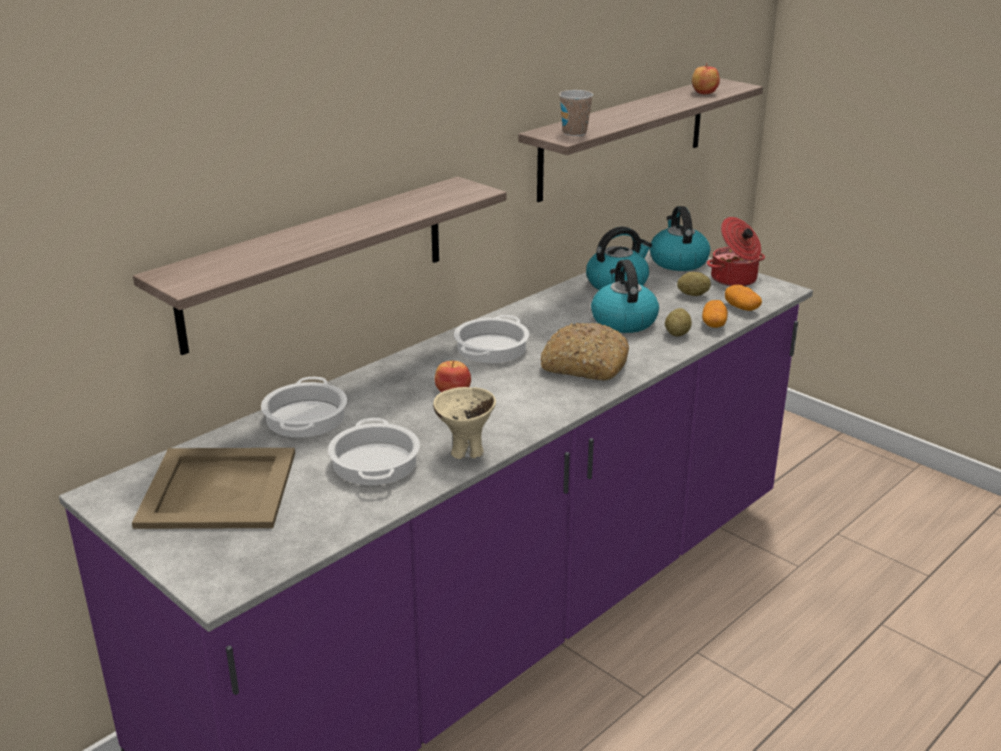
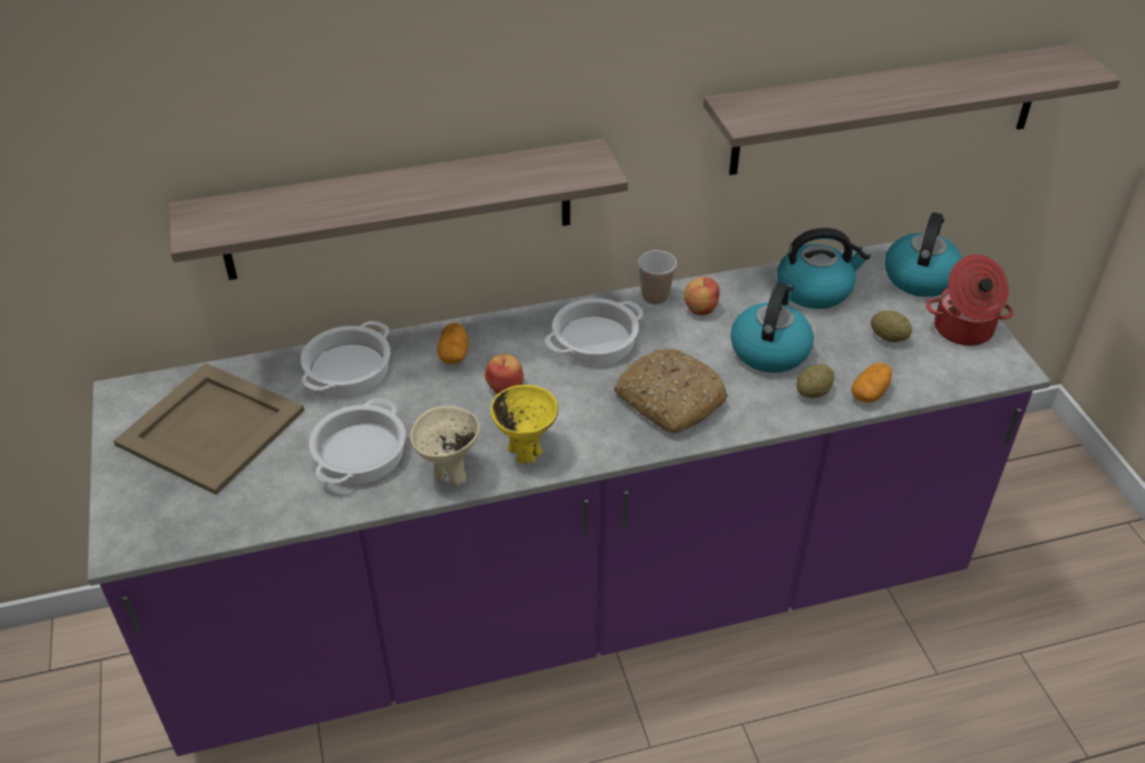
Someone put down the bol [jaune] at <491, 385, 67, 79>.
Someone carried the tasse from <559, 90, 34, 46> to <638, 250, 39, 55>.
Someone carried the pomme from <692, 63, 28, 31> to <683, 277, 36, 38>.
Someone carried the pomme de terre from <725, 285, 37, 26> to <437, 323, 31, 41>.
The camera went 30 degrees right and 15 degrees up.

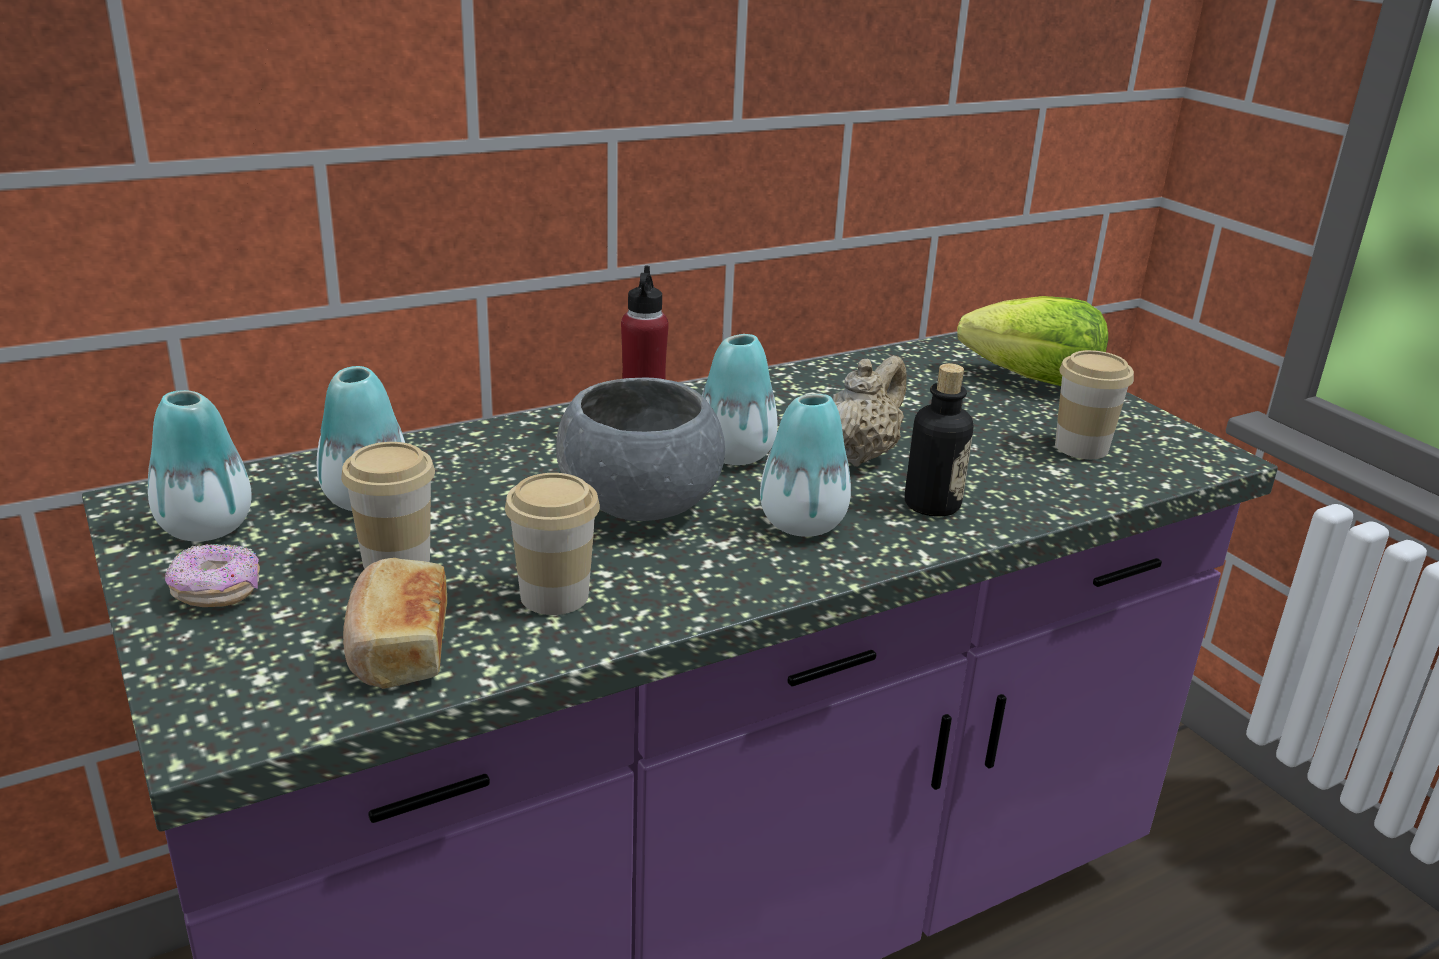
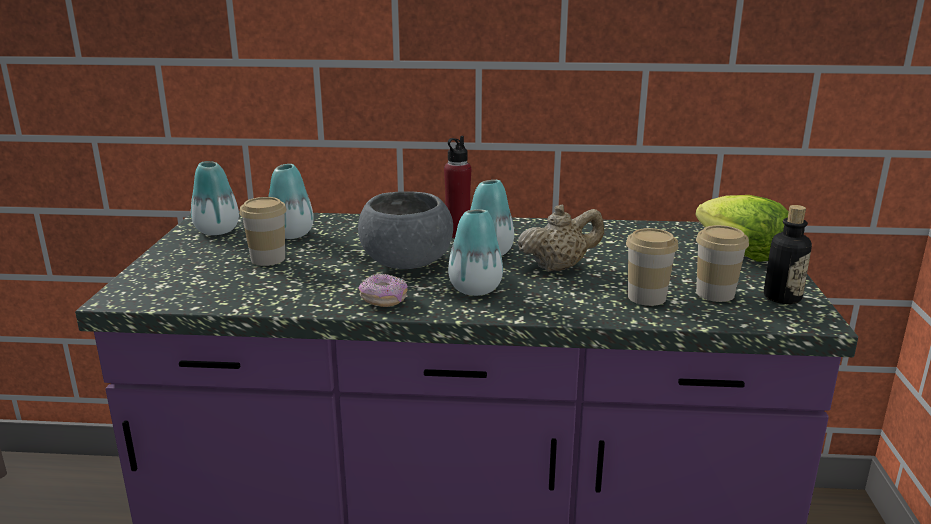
Someone took away the pain at <343, 558, 104, 131>.
Someone carried the beignet from <165, 544, 95, 63> to <359, 273, 49, 34>.
Someone carried the tasse from <505, 473, 95, 142> to <626, 228, 52, 78>.
Someone carried the bouteille from <905, 363, 68, 154> to <764, 205, 48, 99>.
The camera went 35 degrees right and 5 degrees down.

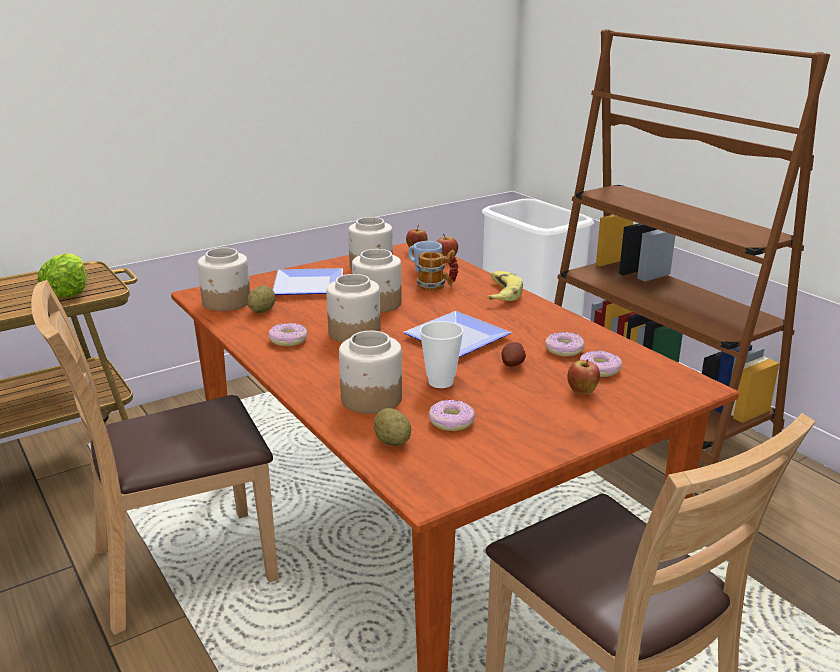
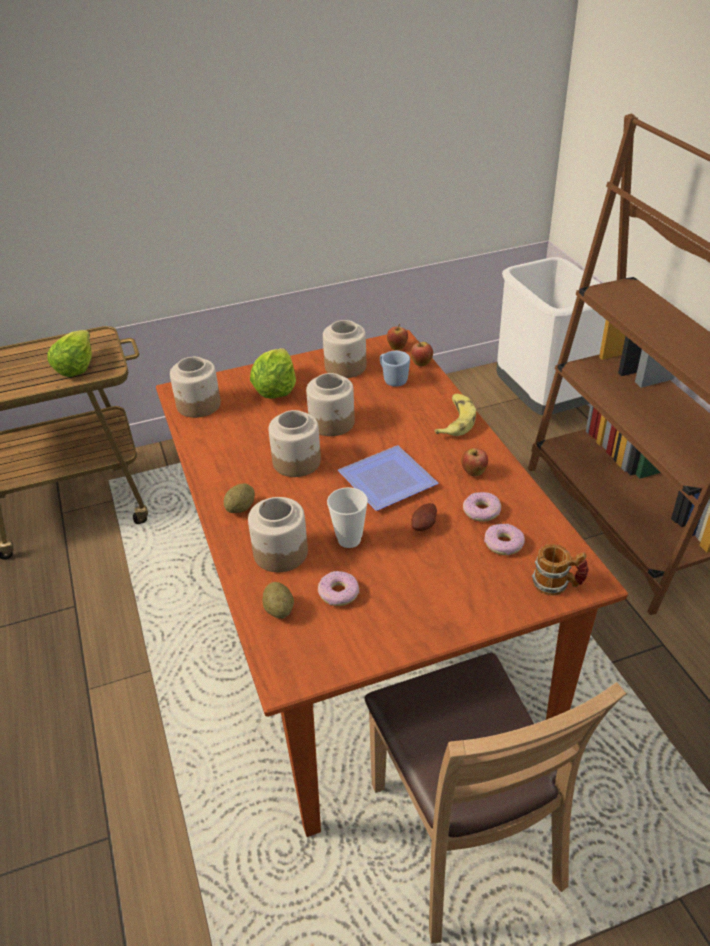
Someone took away the chaise [marron] at <31, 280, 248, 355>.
Someone took away the beignet at <269, 323, 39, 23>.
Someone carried the pomme de terre from <247, 285, 28, 28> to <224, 484, 31, 29>.
Someone carried the mug from <416, 250, 42, 41> to <532, 544, 57, 52>.
Someone carried the pomme from <567, 359, 33, 35> to <461, 448, 27, 28>.
Someone swapped the assiette at <273, 268, 70, 27> for the laitue at <250, 348, 46, 51>.
The camera went 15 degrees right and 15 degrees up.

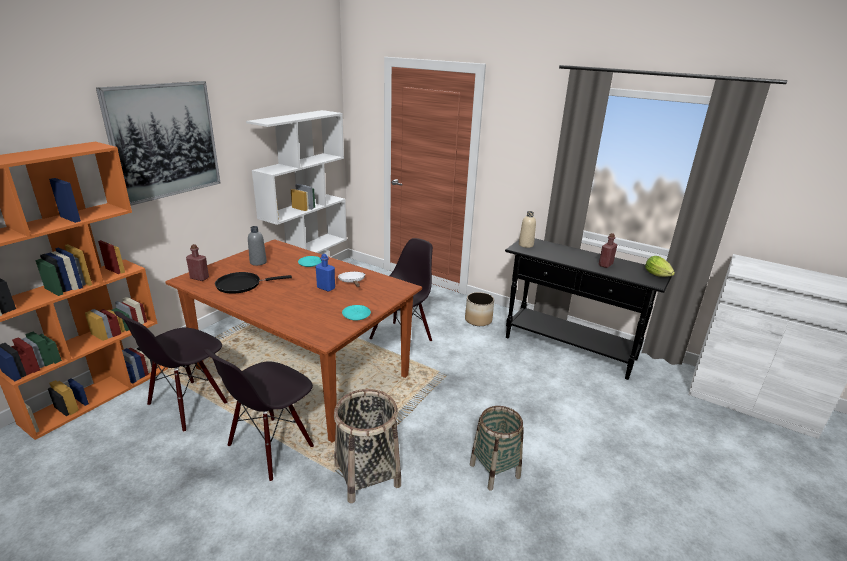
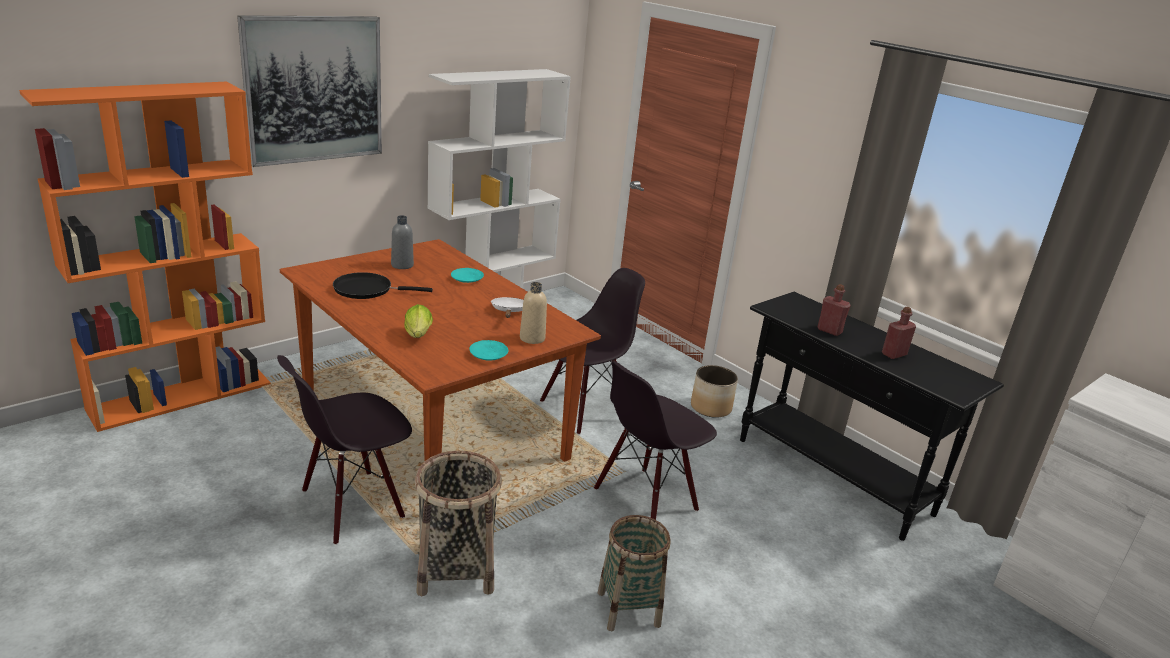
Someone took away the bouteille [bleu] at <315, 254, 20, 38>.
Someone carried the chaise [noir] from <114, 311, 114, 121> to <594, 361, 123, 159>.
Someone carried the bouteille [rouge] from <186, 244, 23, 37> to <817, 284, 33, 52>.
Someone carried the bouteille [beige] from <519, 211, 17, 37> to <520, 282, 27, 62>.
Someone carried the laitue from <645, 256, 30, 21> to <404, 304, 29, 34>.
The camera went 15 degrees right and 0 degrees up.

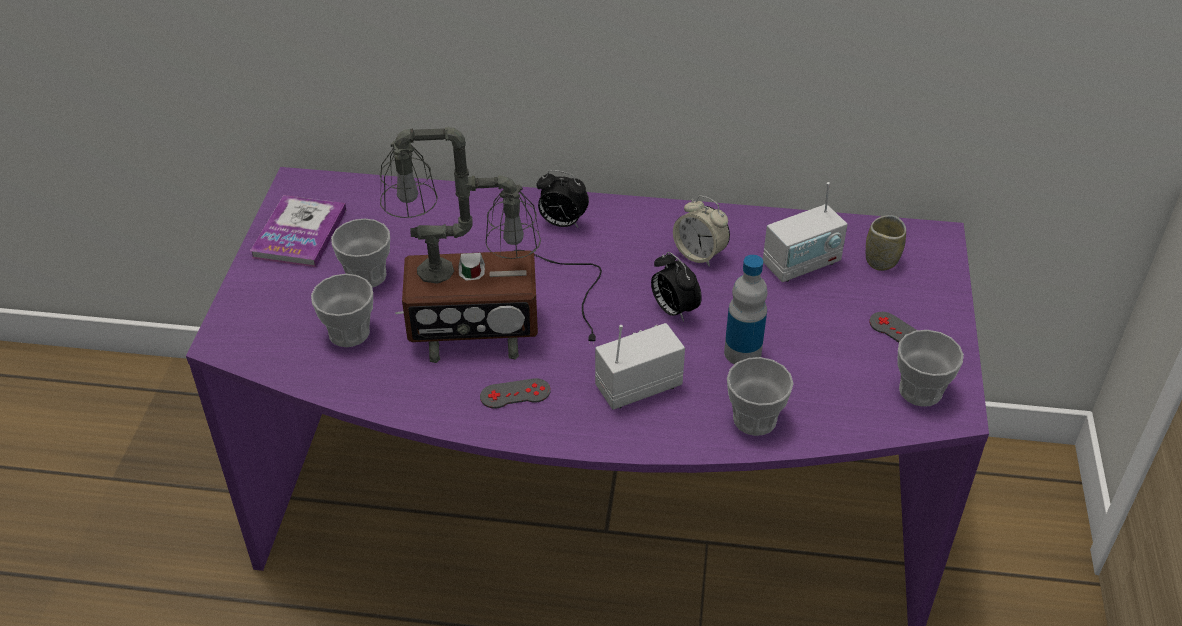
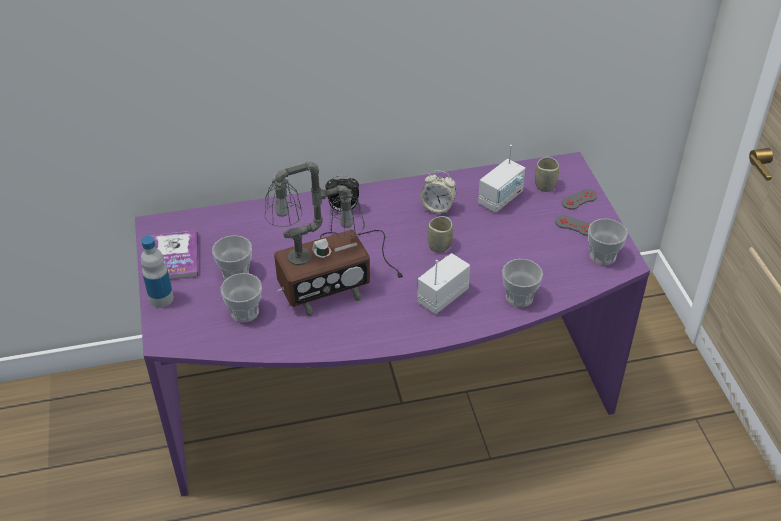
Someone carried the manette [gris] from <480, 378, 71, 31> to <562, 189, 36, 20>.
Someone carried the bouteille from <724, 255, 44, 110> to <141, 236, 33, 72>.
Someone swapped the réveil at <651, 252, 51, 70> for the tasse at <427, 216, 26, 37>.
The camera went 20 degrees left and 0 degrees up.

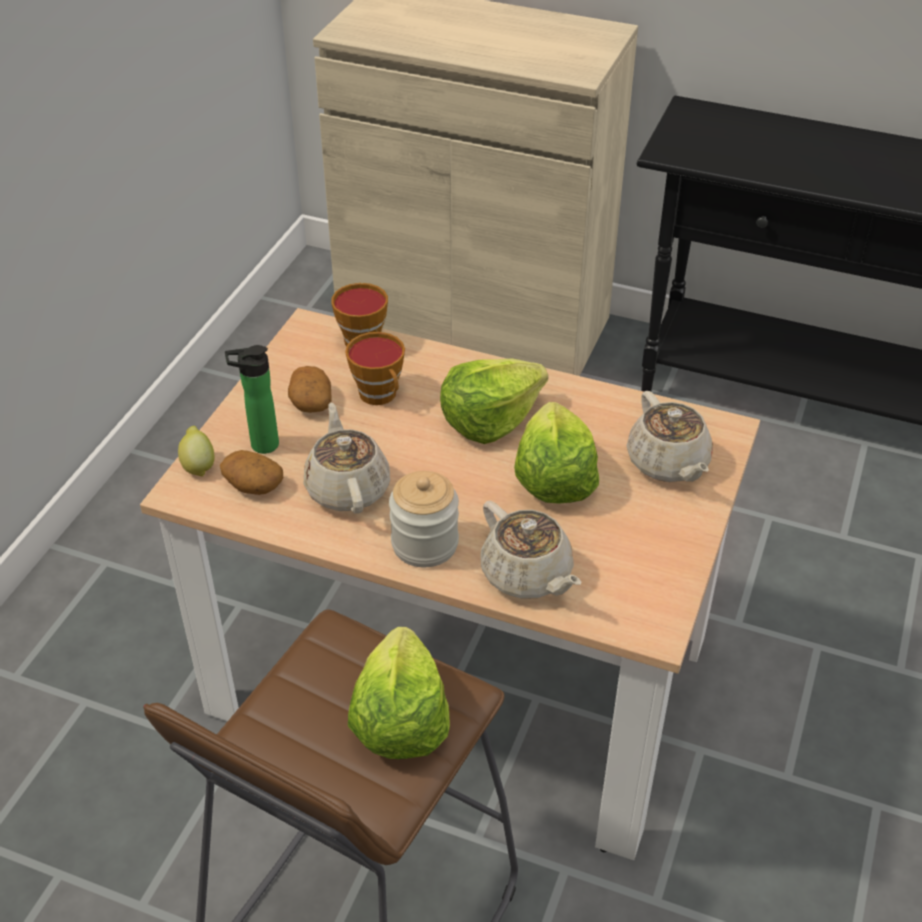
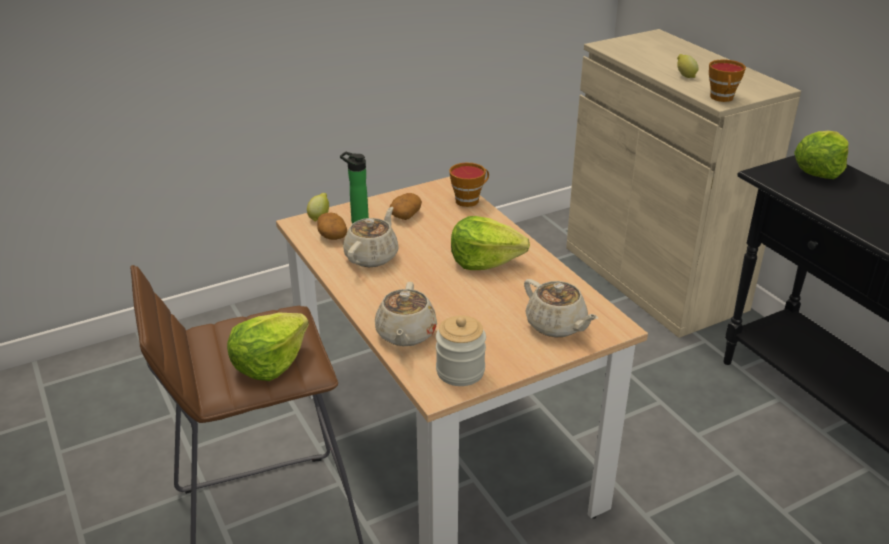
Someone put down the citron at <677, 54, 22, 24>.
Someone carried the tasse from <345, 332, 60, 73> to <709, 59, 37, 43>.
Someone carried the bocal from <389, 471, 70, 96> to <436, 315, 50, 71>.
Someone carried the laitue from <514, 402, 85, 101> to <794, 131, 54, 48>.
Someone rotated the théière [beige] at <627, 391, 86, 91> by 60 degrees counterclockwise.
The camera went 40 degrees right and 10 degrees down.

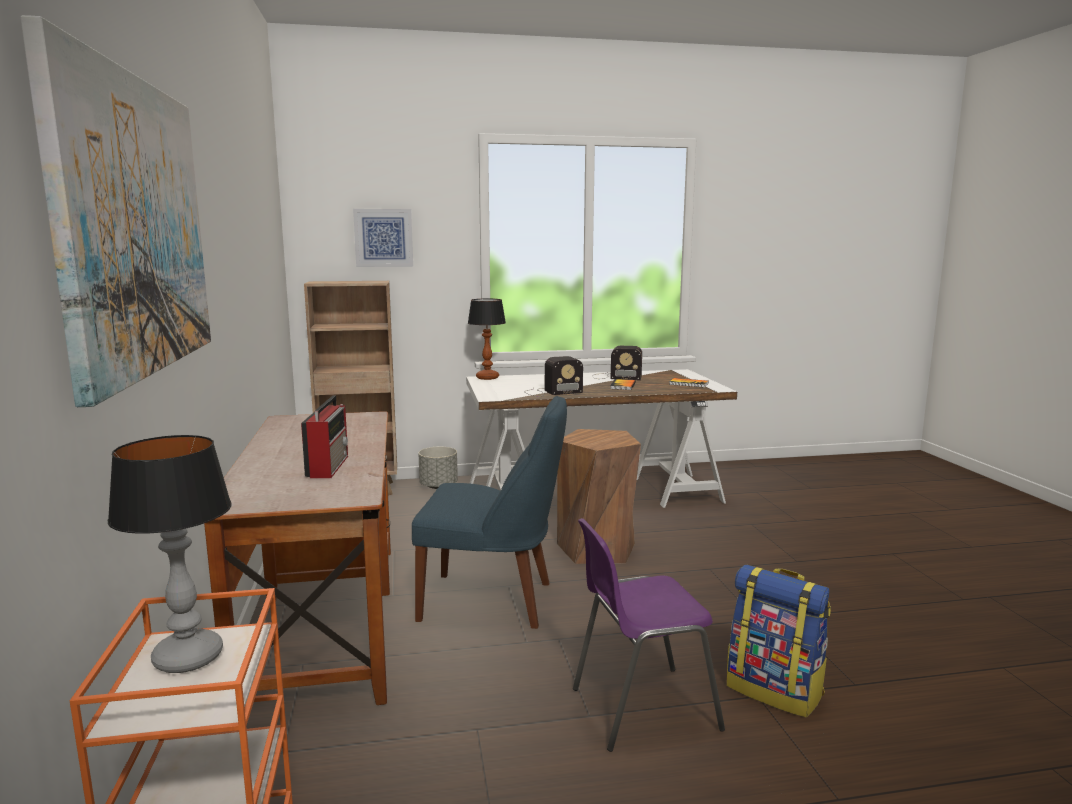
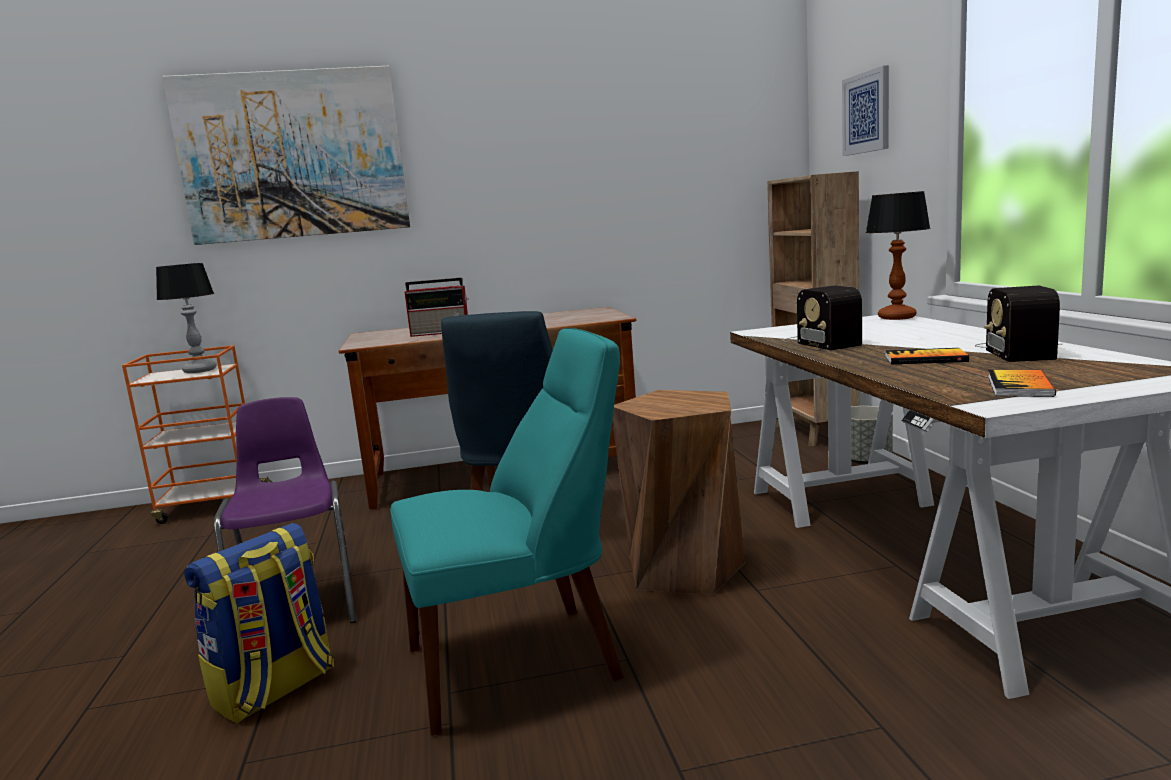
Someone put down the chaise [turquoise] at <390, 328, 234, 408>.
The camera went 90 degrees right and 0 degrees up.

